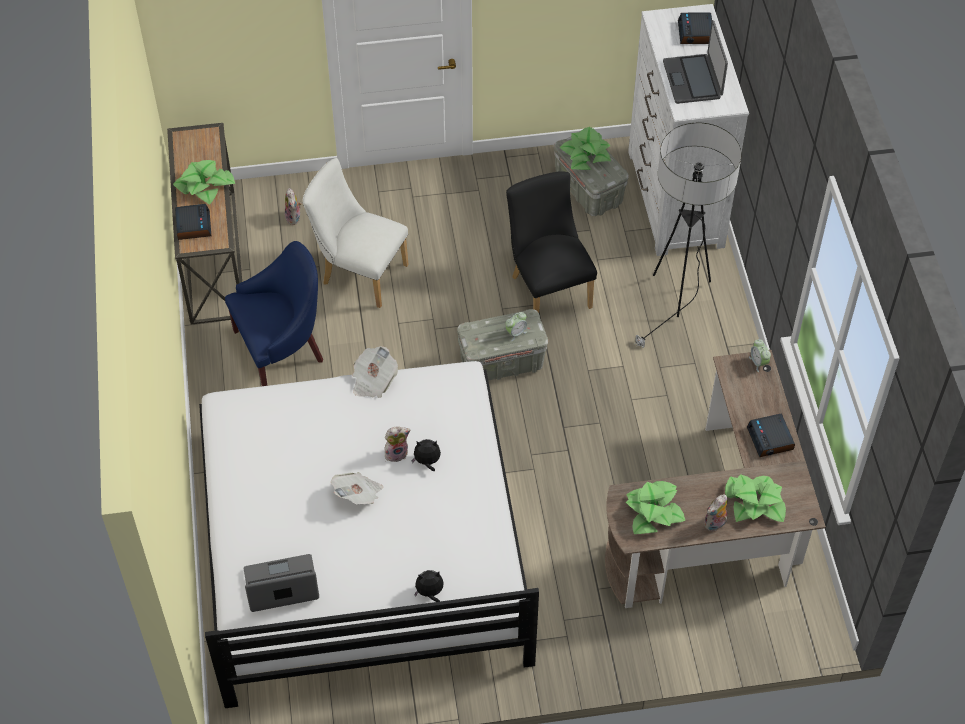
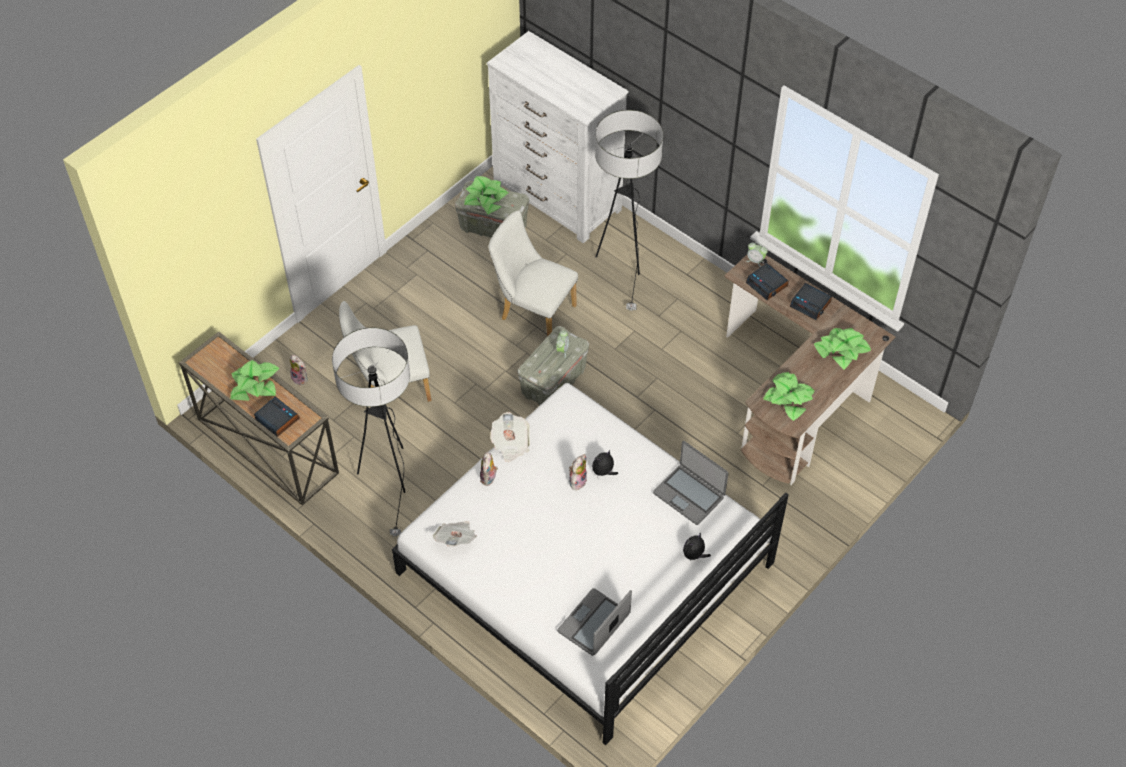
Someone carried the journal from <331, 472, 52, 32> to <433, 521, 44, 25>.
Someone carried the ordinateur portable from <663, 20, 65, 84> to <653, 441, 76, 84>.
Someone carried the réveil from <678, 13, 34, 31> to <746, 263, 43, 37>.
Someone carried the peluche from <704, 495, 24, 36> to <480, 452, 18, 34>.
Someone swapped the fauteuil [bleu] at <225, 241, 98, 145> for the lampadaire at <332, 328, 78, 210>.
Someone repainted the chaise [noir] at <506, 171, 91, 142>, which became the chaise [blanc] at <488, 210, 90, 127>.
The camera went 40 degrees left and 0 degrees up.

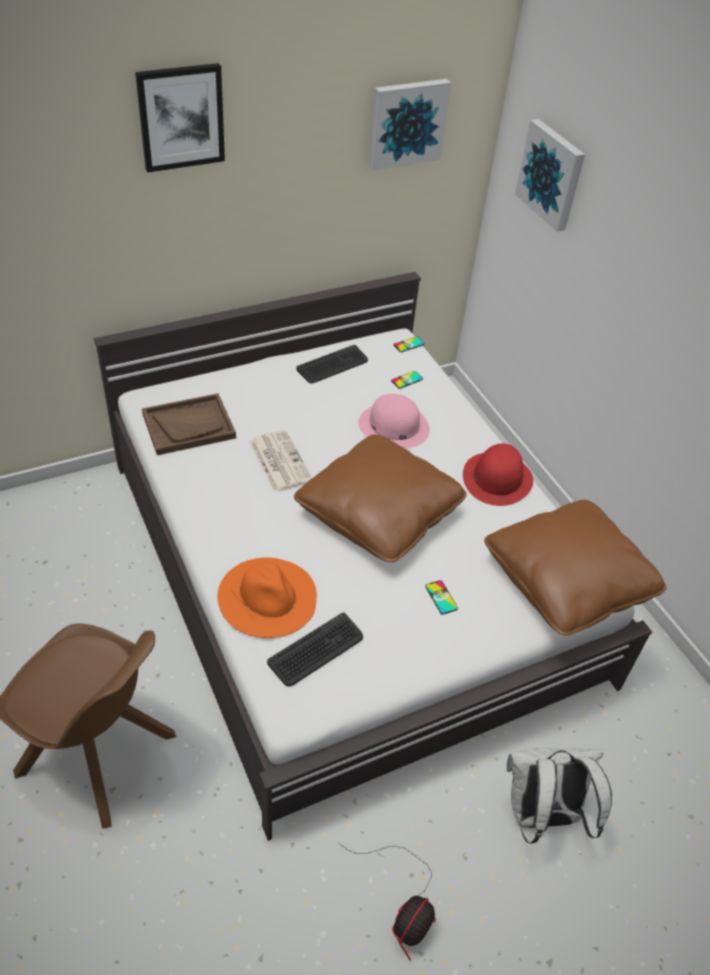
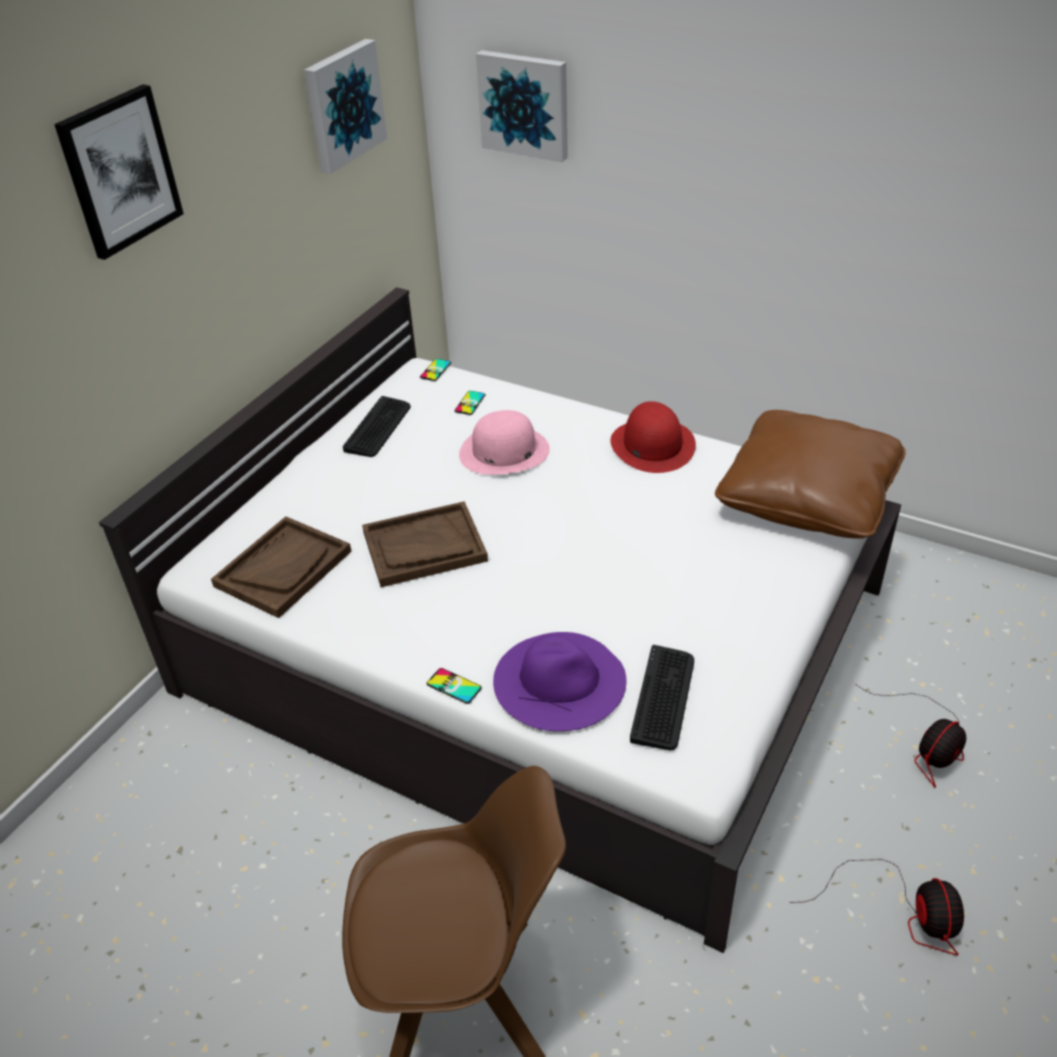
Someone took away the coussin [marron] at <294, 434, 173, 128>.
Someone carried the téléphone from <425, 580, 33, 35> to <427, 668, 55, 36>.
Someone swapped the journal at <250, 430, 62, 63> for the plateau [marron] at <362, 501, 126, 86>.
Someone swapped the sac à dos [blanc] at <507, 748, 105, 96> for the ventilateur at <855, 684, 111, 104>.
Someone repainted the chapeau [orange] at <217, 557, 100, 81>, which became the chapeau [violet] at <493, 632, 133, 99>.
The camera went 30 degrees left and 5 degrees down.

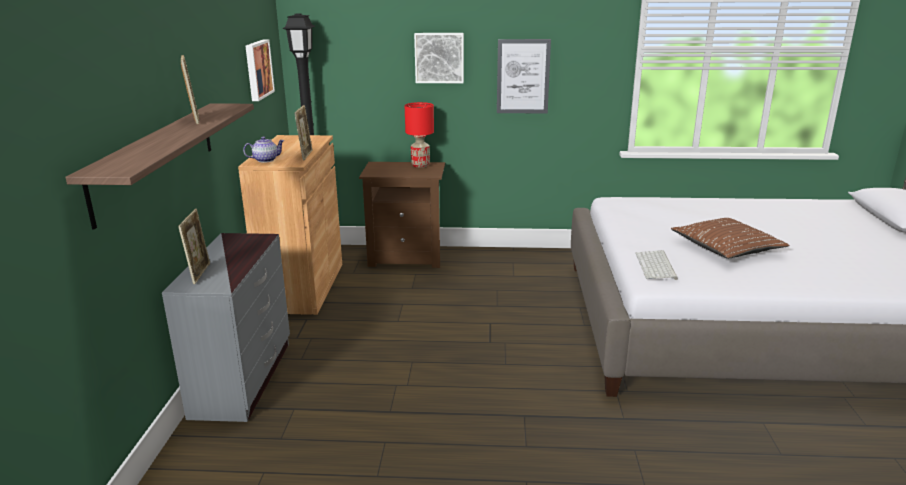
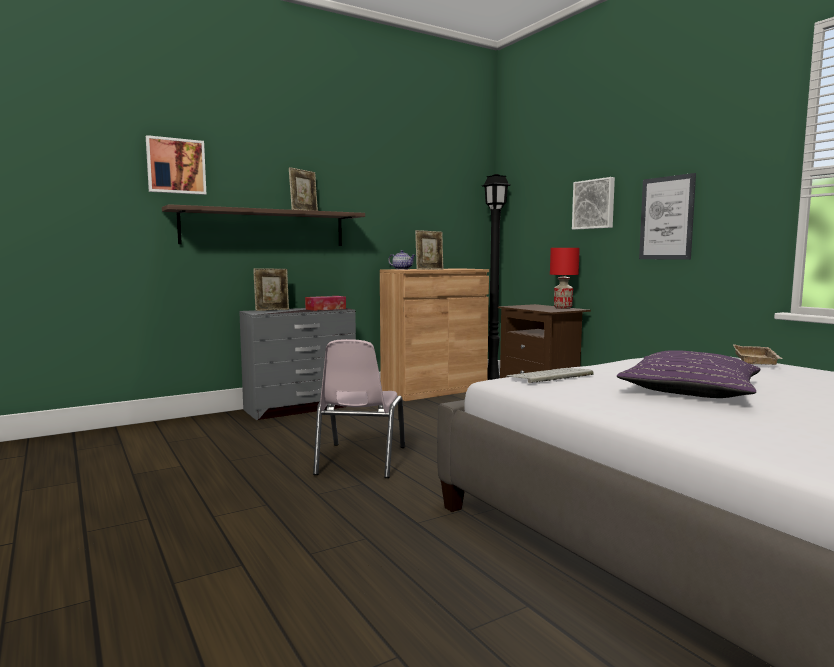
Someone put down the boîte à mouchoirs at <305, 296, 41, 15>.
Someone put down the chaise [rose] at <313, 339, 92, 139>.
Someone put down the plateau [beige] at <733, 344, 49, 21>.
Someone carried the tableau from <246, 39, 29, 62> to <146, 135, 60, 60>.
Someone repainted the coussin [marron] at <671, 218, 118, 41>, which became the coussin [violet] at <617, 350, 143, 48>.
The camera went 55 degrees right and 15 degrees down.

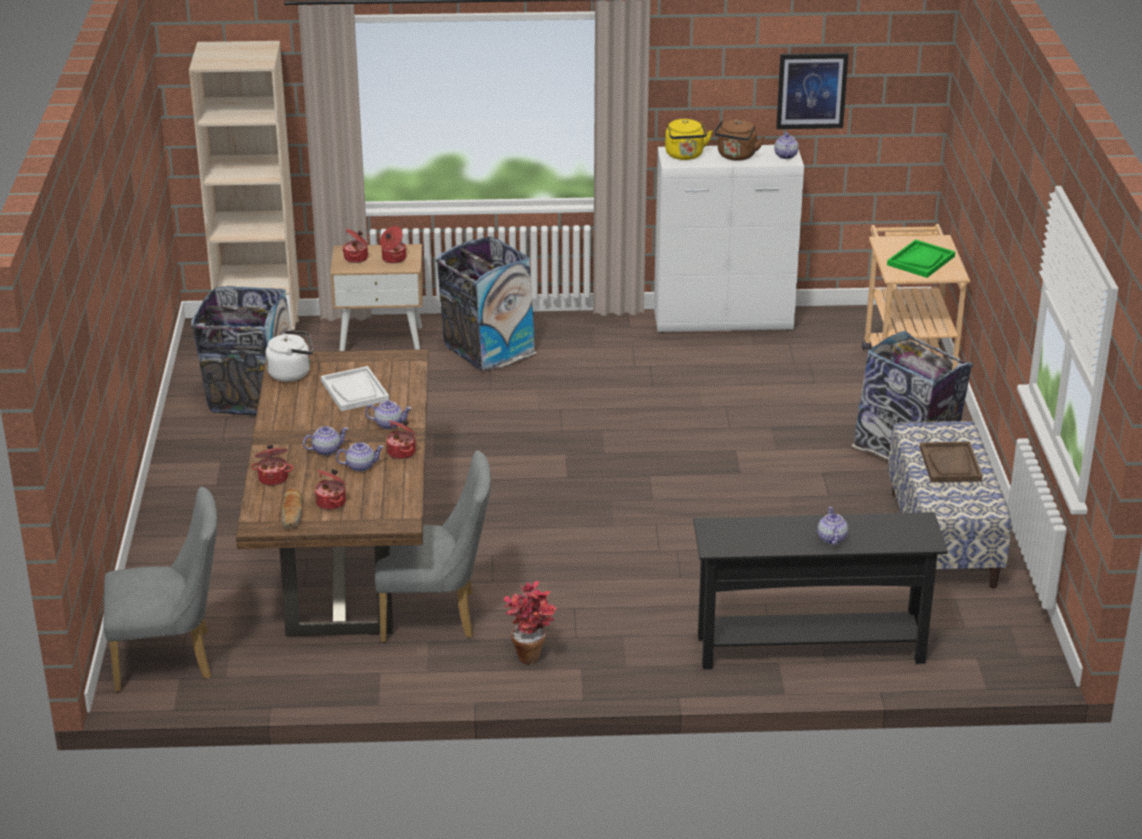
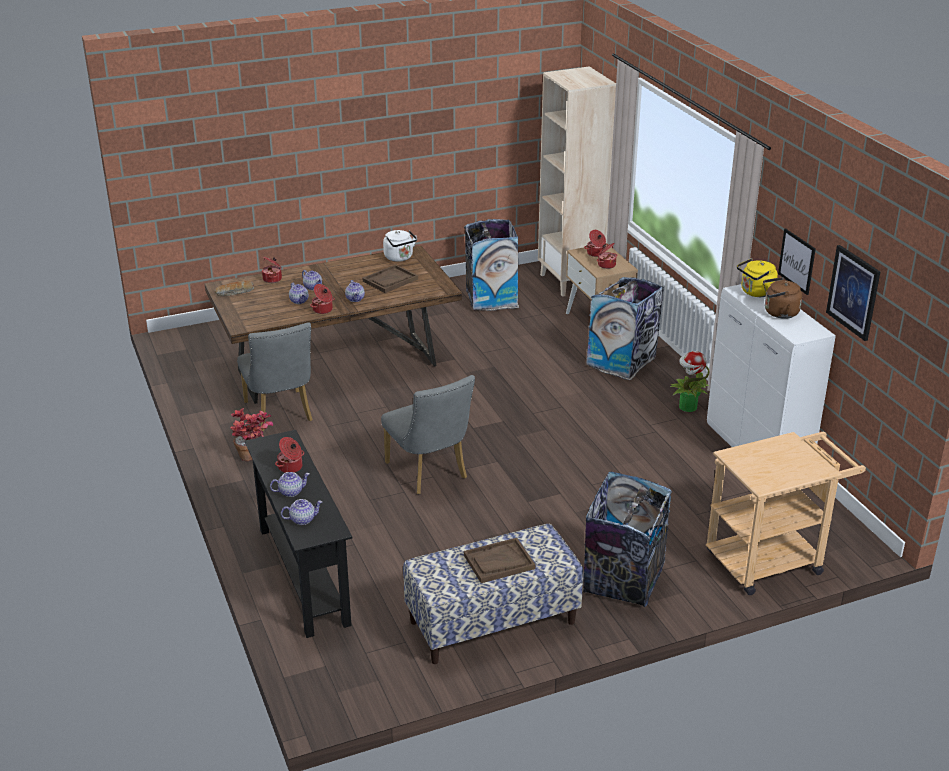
Someone took away the plateau [vert] at <887, 239, 68, 39>.
Someone put down the plante en pot at <670, 351, 40, 61>.
Someone put up the tableau at <778, 228, 38, 67>.
Someone carried the chaise [gris] from <104, 487, 113, 205> to <381, 375, 94, 119>.
Someone carried the marmite from <315, 469, 32, 41> to <275, 437, 29, 36>.
Someone carried the théière from <774, 132, 25, 27> to <281, 499, 41, 26>.
Someone repainted the plateau [blanc] at <321, 366, 68, 45>, which became the plateau [marron] at <363, 264, 55, 29>.
The camera went 70 degrees right and 0 degrees up.

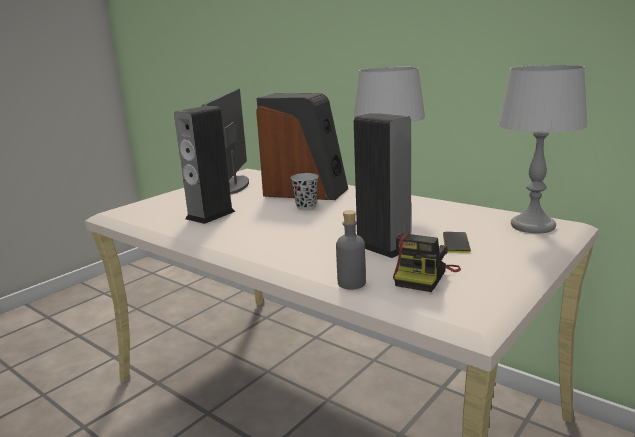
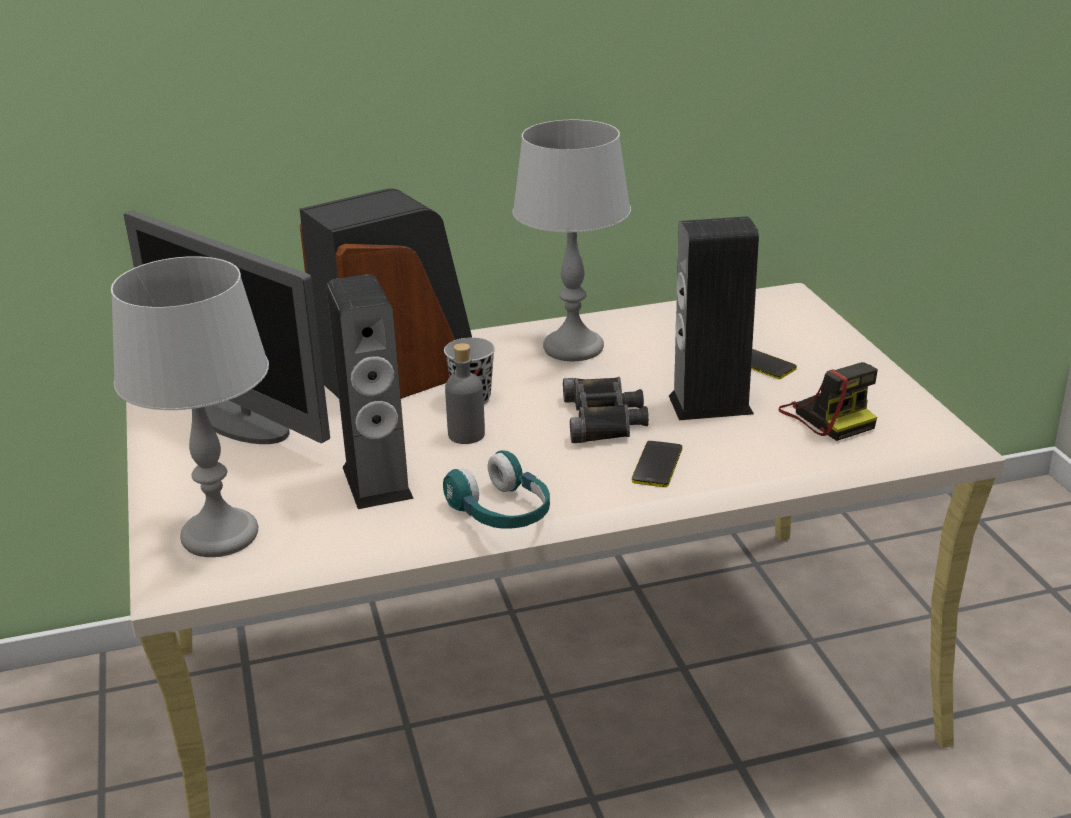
Someone put down the casque audio [turquoise] at <443, 450, 107, 79>.
Someone put down the jumelles [noir] at <563, 377, 86, 66>.
Someone put down the téléphone at <632, 441, 51, 46>.
Someone carried the bouteille [gris] from <336, 210, 30, 80> to <445, 343, 40, 101>.
Someone carried the lampe de table [gris] from <498, 65, 90, 168> to <111, 256, 158, 301>.
The camera went 55 degrees left and 10 degrees up.

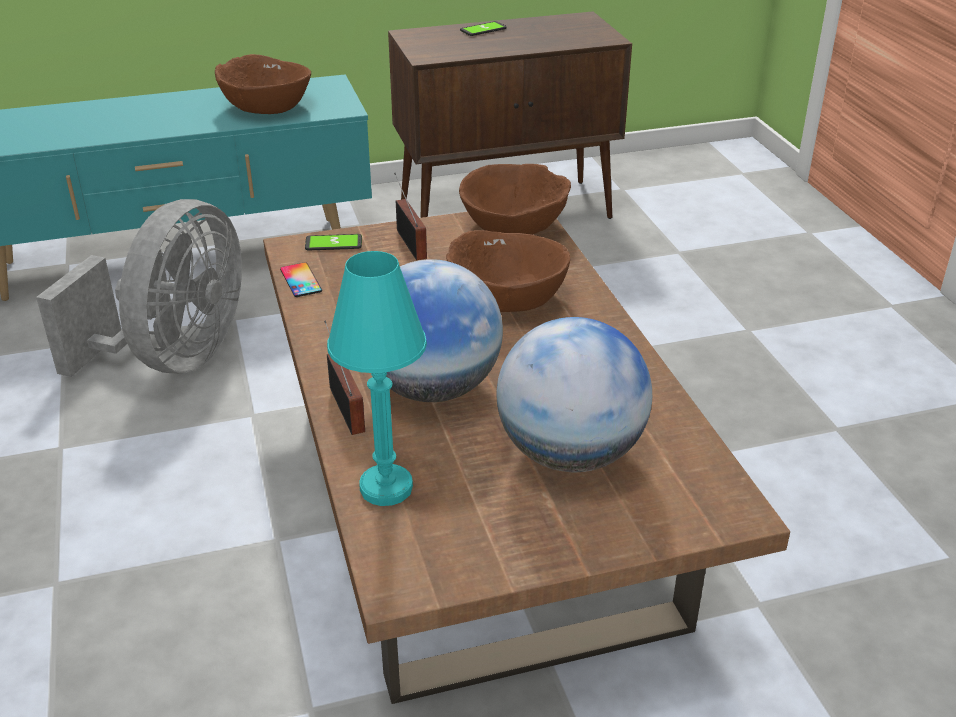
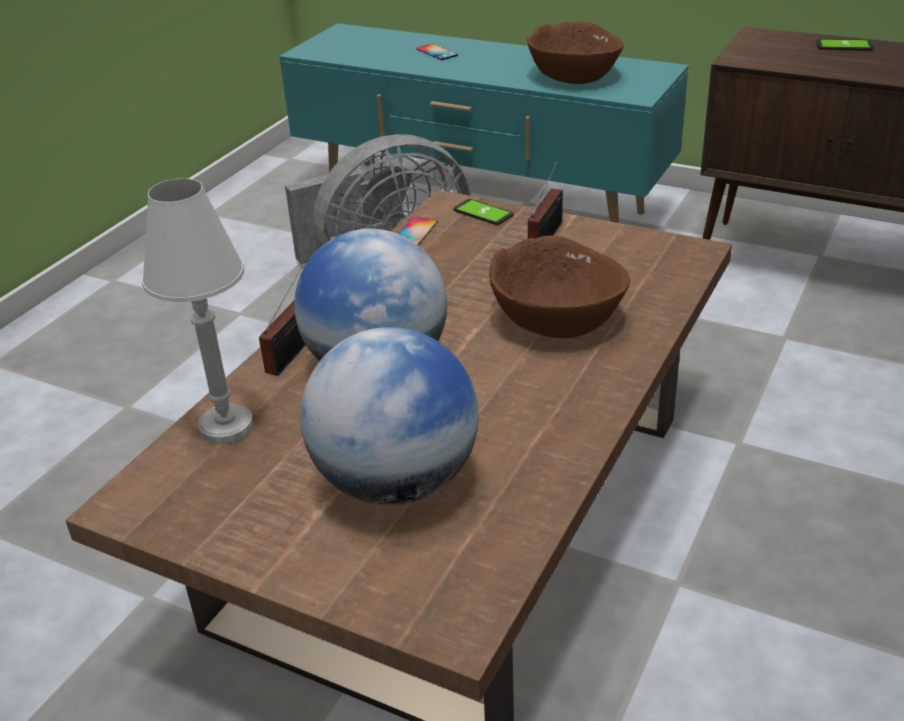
Someone took away the bol [marron] at <459, 164, 112, 71>.
Someone put down the téléphone at <416, 44, 42, 16>.
Someone repainted the lampe de table [turquoise] at <327, 251, 100, 255>, which became the lampe de table [blanc] at <142, 178, 111, 267>.
The camera went 45 degrees right and 0 degrees up.

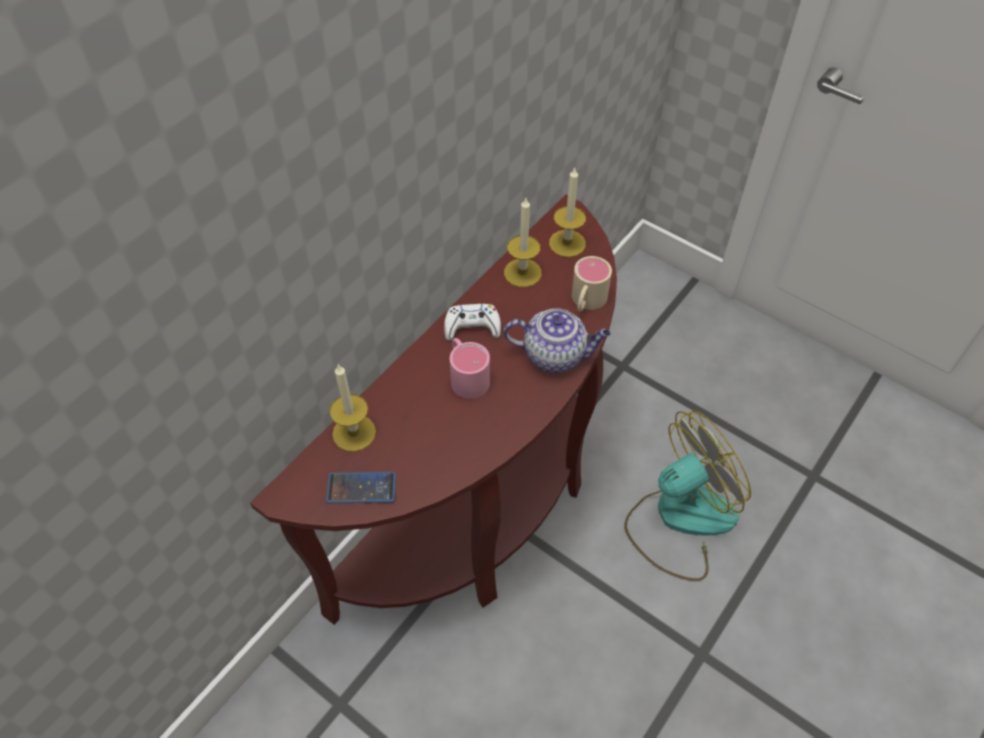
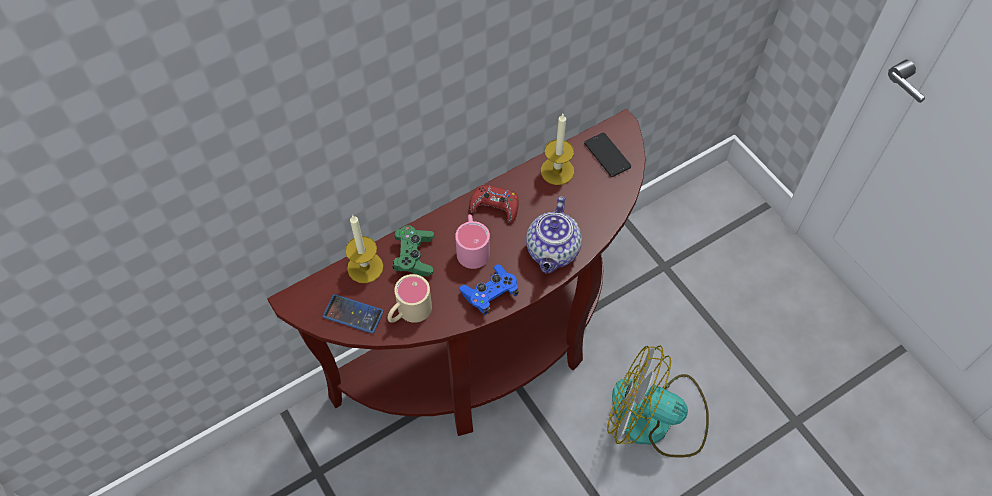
Someone put down the manette [vert] at <392, 225, 42, 51>.
Someone put down the manette [bleu] at <459, 264, 60, 51>.
Someone carried the mug [beige] from <572, 256, 40, 55> to <388, 274, 44, 49>.
Someone swapped the bougie at <549, 167, 37, 90> for the téléphone at <584, 133, 47, 44>.
Someone repainted the manette [blanc] at <444, 304, 57, 37>, which became the manette [rouge] at <469, 185, 49, 38>.
Someone rotated the théière at <504, 308, 107, 65> by 75 degrees clockwise.
Someone rotated the ventilateur at <624, 411, 127, 170> by 150 degrees counterclockwise.
The camera went 20 degrees right and 5 degrees up.

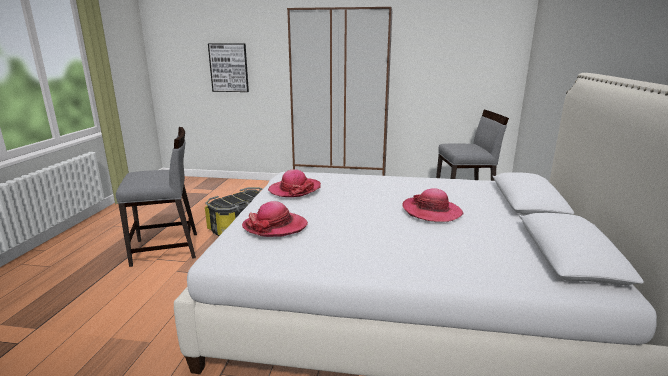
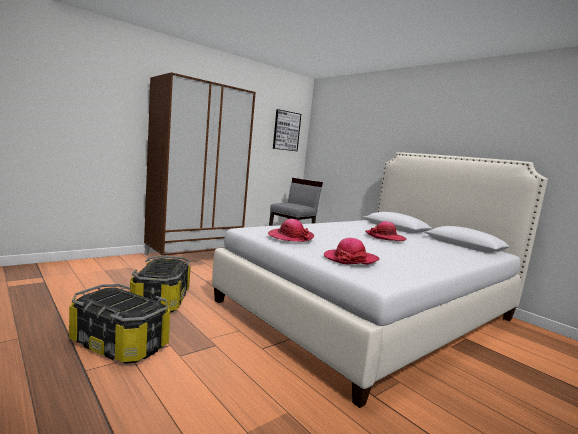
Someone carried the tableau from <208, 44, 41, 48> to <273, 109, 28, 42>.
Someone swapped the chaise [gris] at <116, 127, 81, 140> for the boîte de rangement at <69, 284, 101, 80>.
The camera went 50 degrees left and 10 degrees down.

